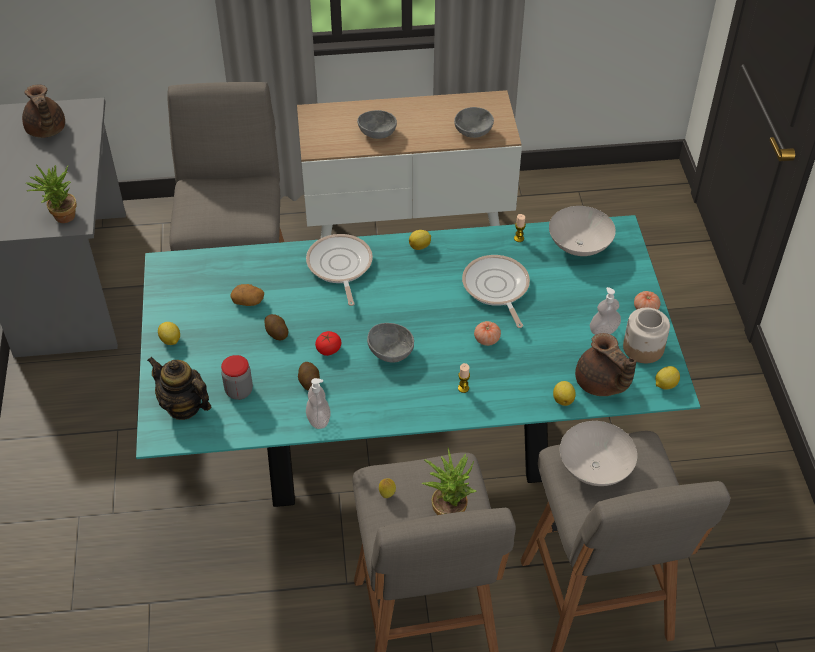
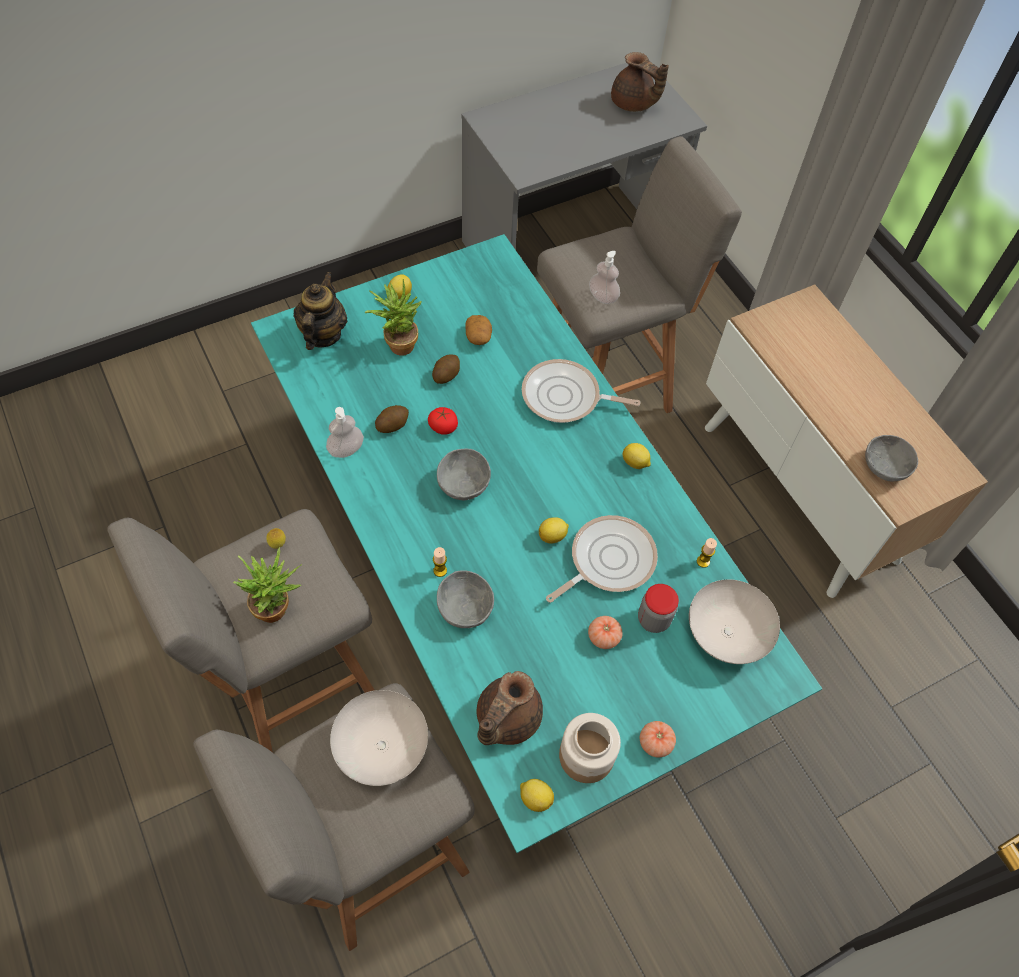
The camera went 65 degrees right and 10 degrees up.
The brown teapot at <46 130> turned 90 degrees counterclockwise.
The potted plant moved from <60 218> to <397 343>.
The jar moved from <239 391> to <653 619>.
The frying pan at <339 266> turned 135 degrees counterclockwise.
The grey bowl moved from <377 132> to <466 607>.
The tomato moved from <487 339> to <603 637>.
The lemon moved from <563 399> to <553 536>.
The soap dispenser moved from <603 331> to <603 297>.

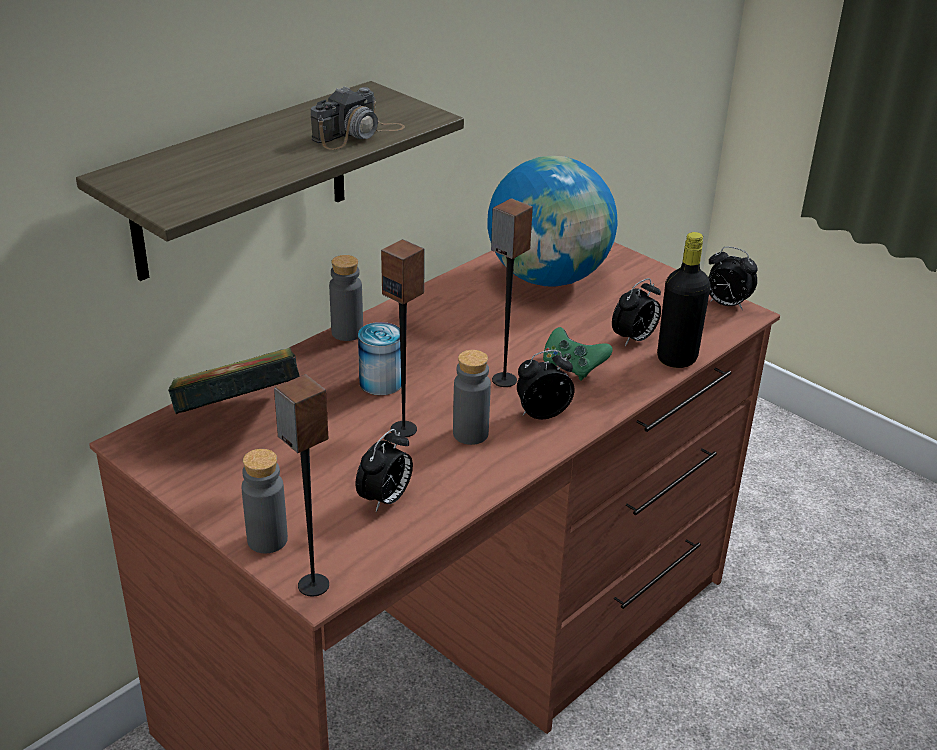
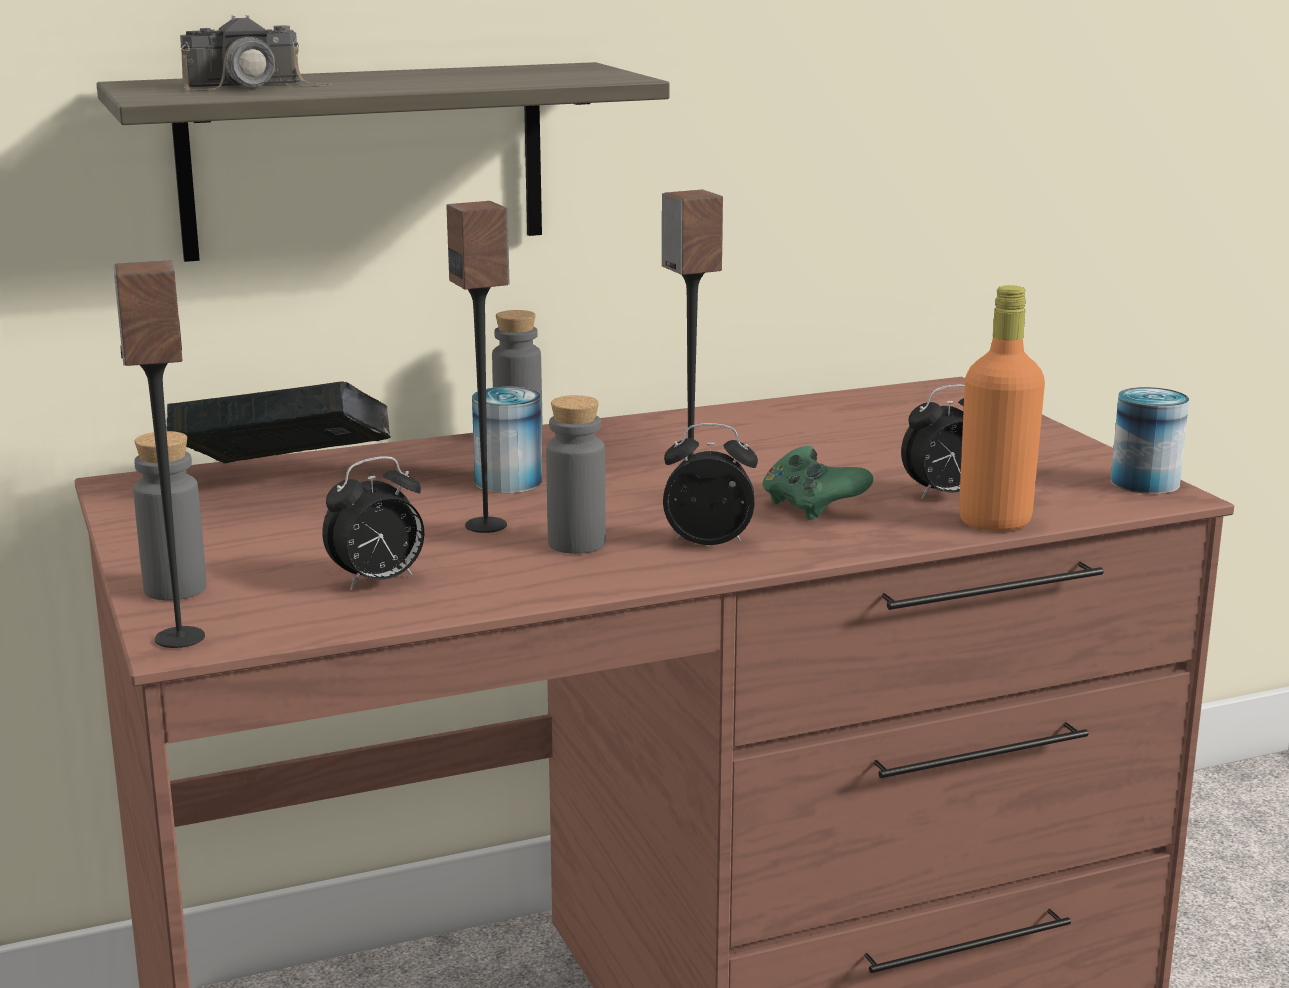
The camera went 25 degrees right and 15 degrees down.
The photo camera moved from <358 133> to <257 86>.
The globe at <548 278> disappeared.
The black bottle at <677 358> became the orange bottle at <994 522>.
The alarm clock at <726 304> was replaced by the can at <1144 482>.

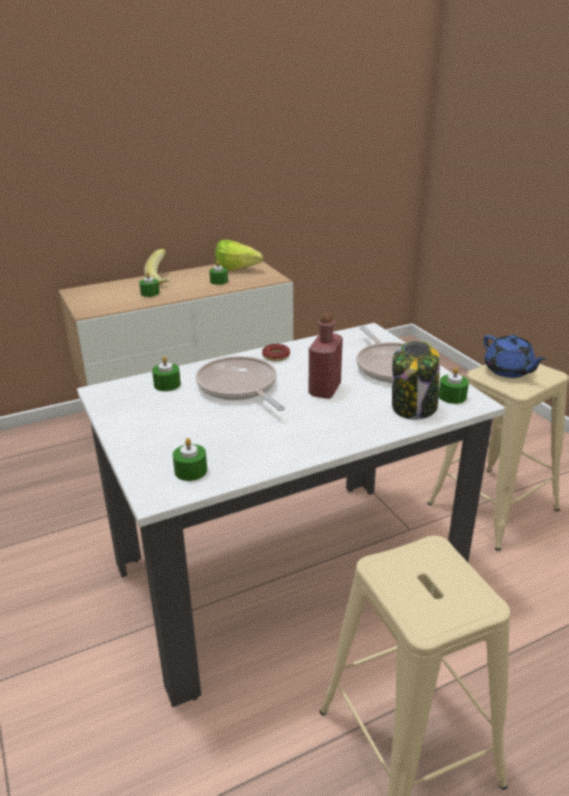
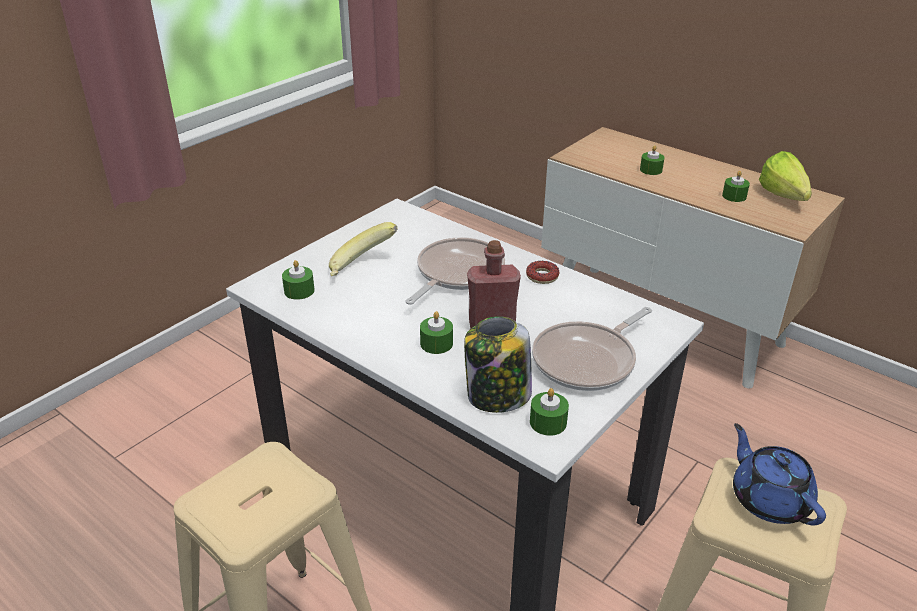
The camera went 65 degrees right and 5 degrees up.
The banana moved from <163 280> to <362 268>.
The green candle moved from <167 384> to <436 343>.
The blue teapot at <508 371> turned 120 degrees clockwise.

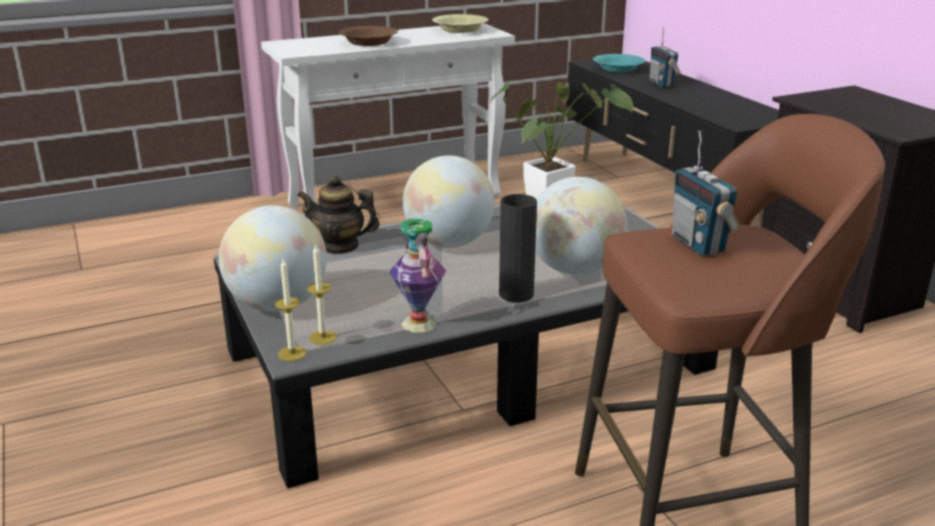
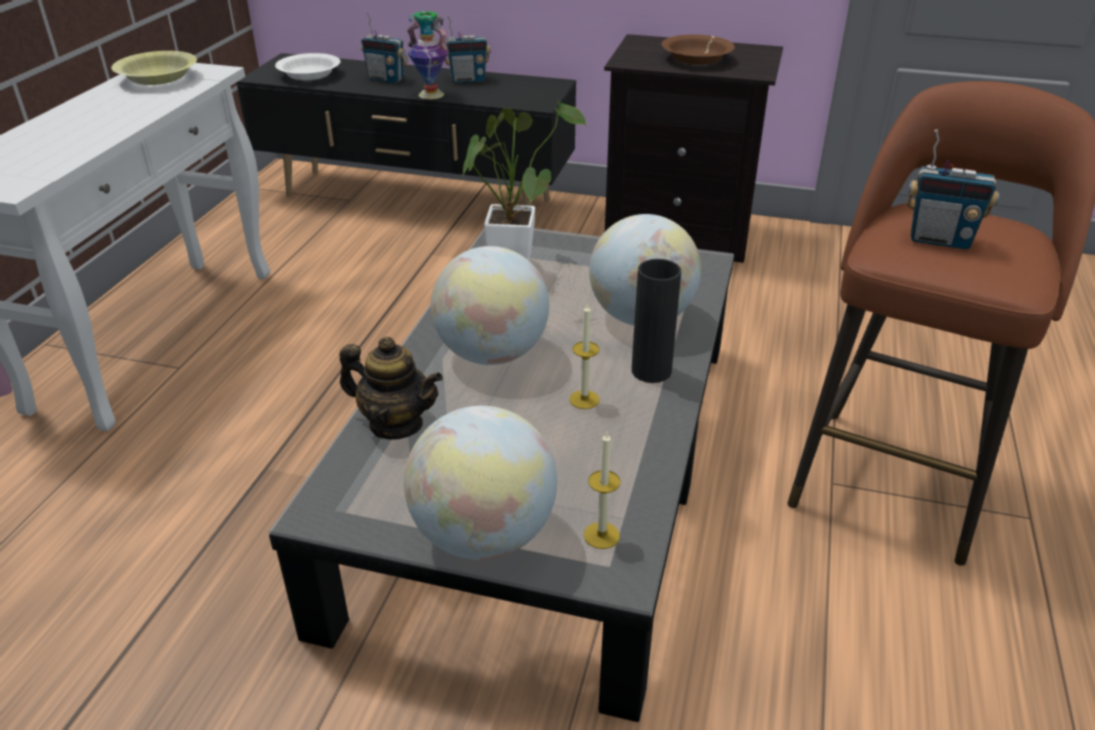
The camera went 50 degrees left and 10 degrees up.
The candle moved from <292 353> to <584 399>.
The teapot at <340 246> turned 120 degrees counterclockwise.
The brown bowl moved from <369 43> to <696 59>.
The vase moved from <418 323> to <430 95>.
The turquoise bowl at <618 69> became the white bowl at <309 75>.
The radio at <468 80> appeared.

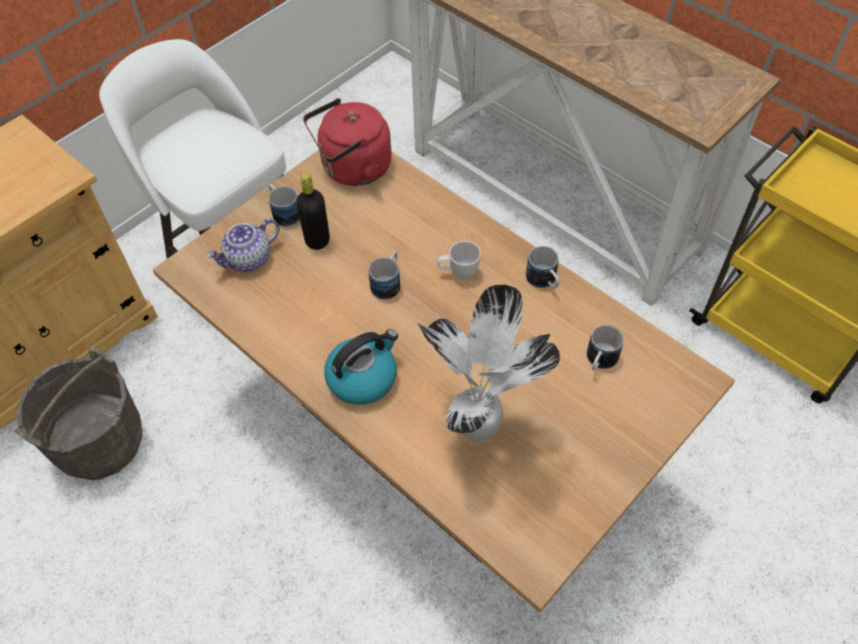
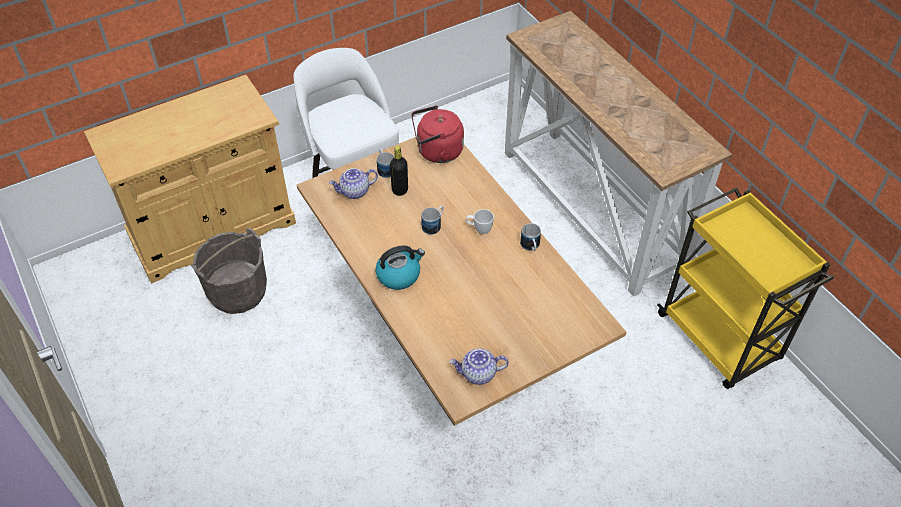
The camera went 15 degrees right and 5 degrees down.
The potted plant at <479 430> disappeared.
The mug at <599 361> disappeared.
The teapot at <478 374> appeared.

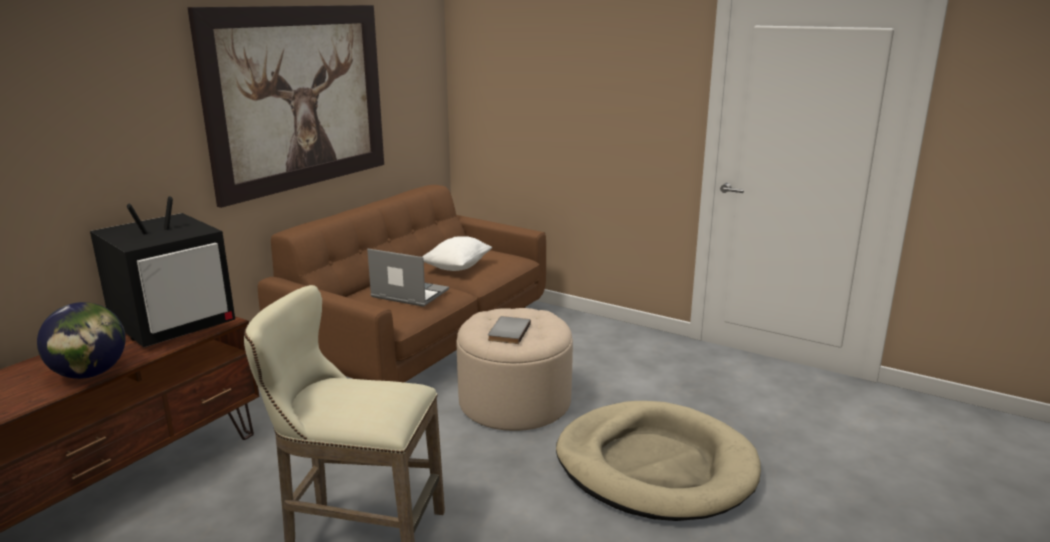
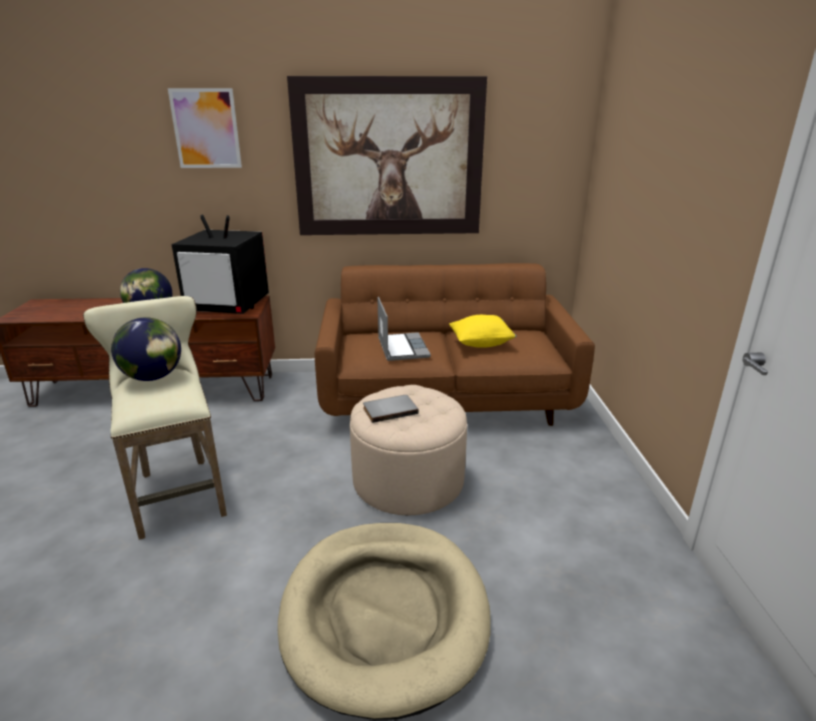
The camera went 55 degrees right and 5 degrees up.
The white pillow at <457 267> became the yellow pillow at <481 344>.
The globe at <153 377> appeared.
The picture at <206 129> appeared.

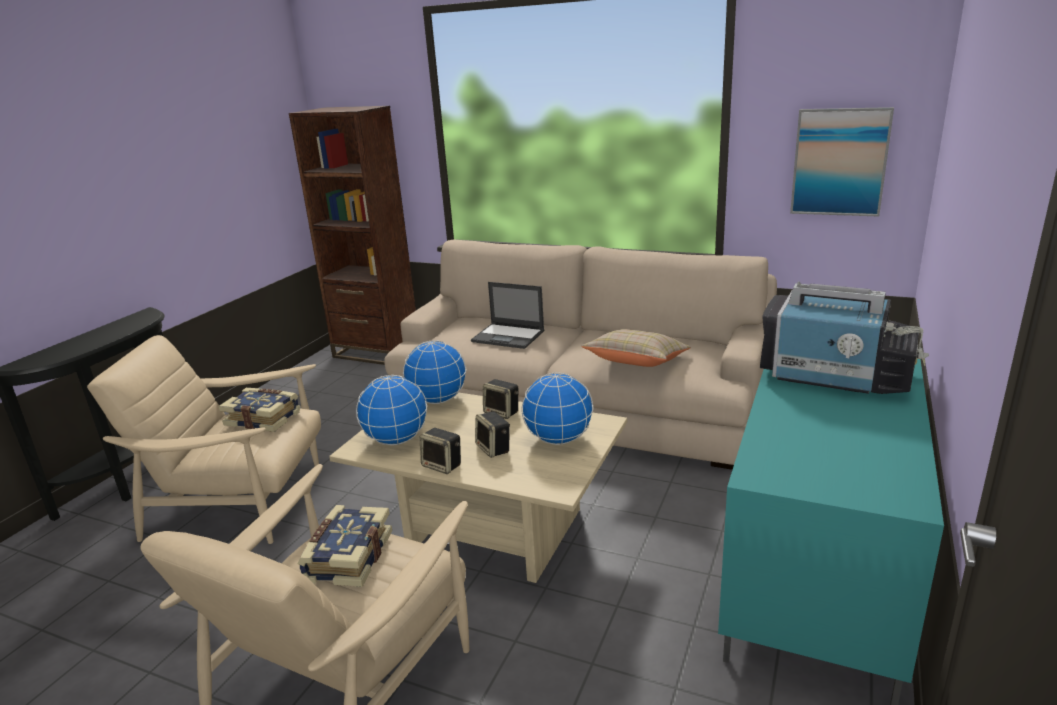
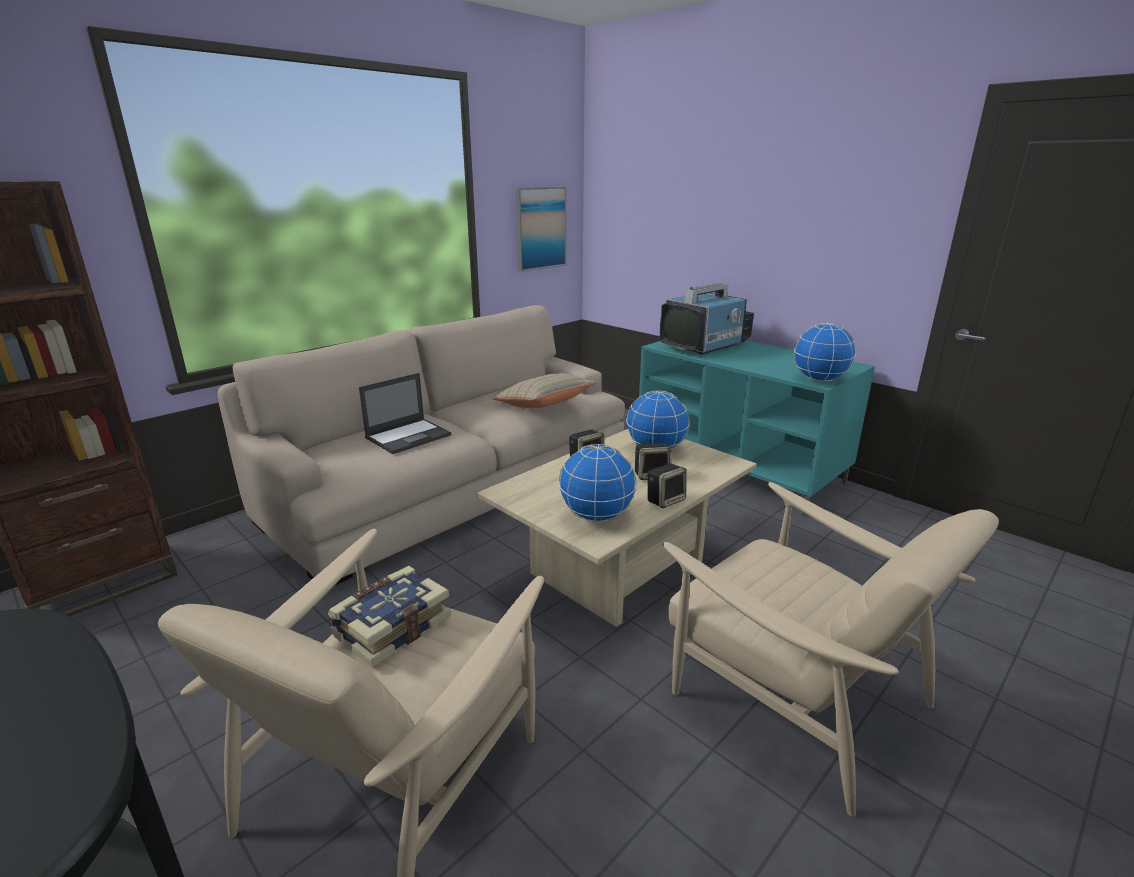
The camera went 70 degrees left and 0 degrees up.
The book at <347 557> disappeared.
The globe moved from <438 400> to <820 380>.

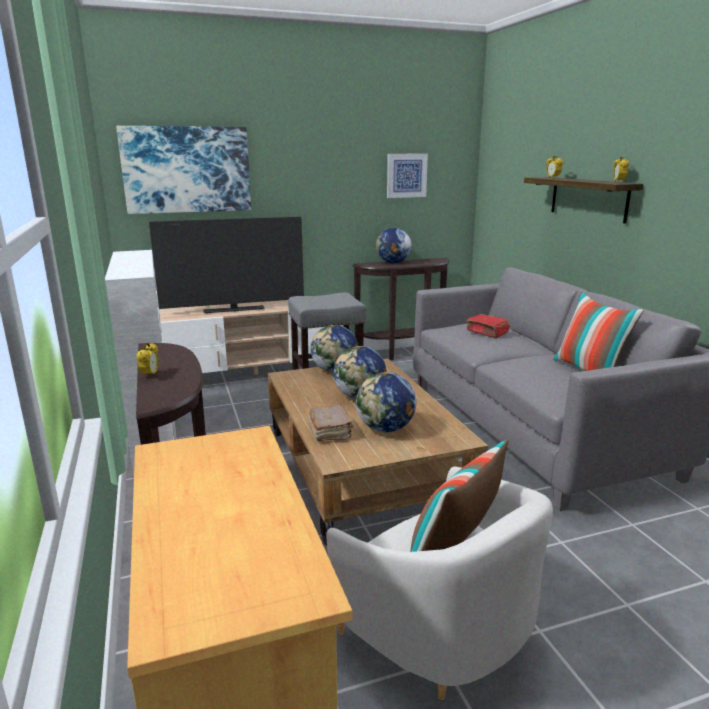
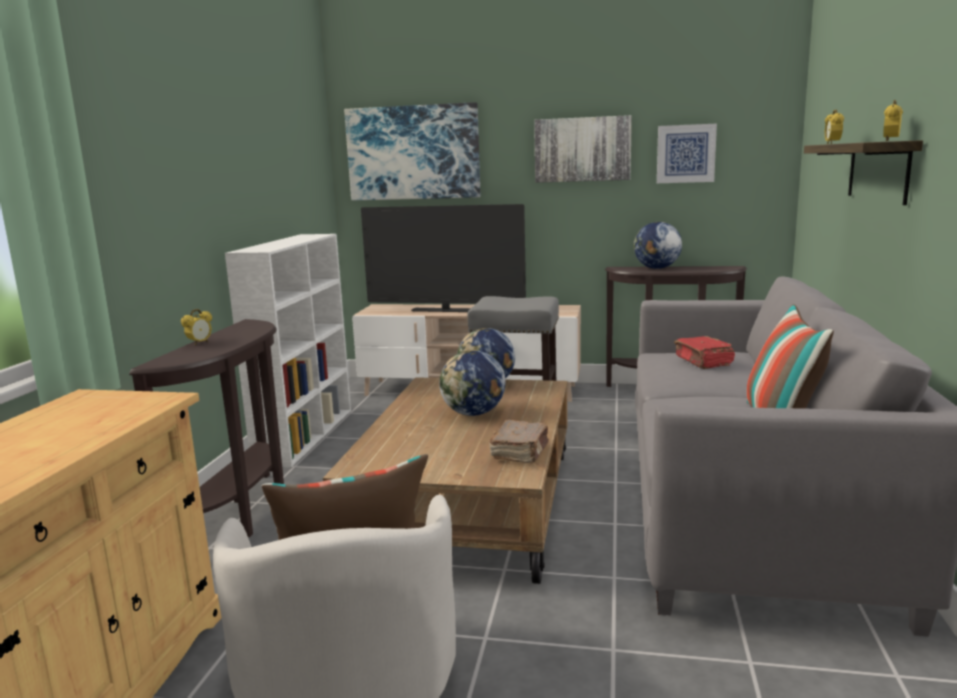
The camera went 30 degrees right and 5 degrees down.
The brown book moved from <330 431> to <520 452>.
The globe at <385 429> disappeared.
The picture at <582 149> appeared.

